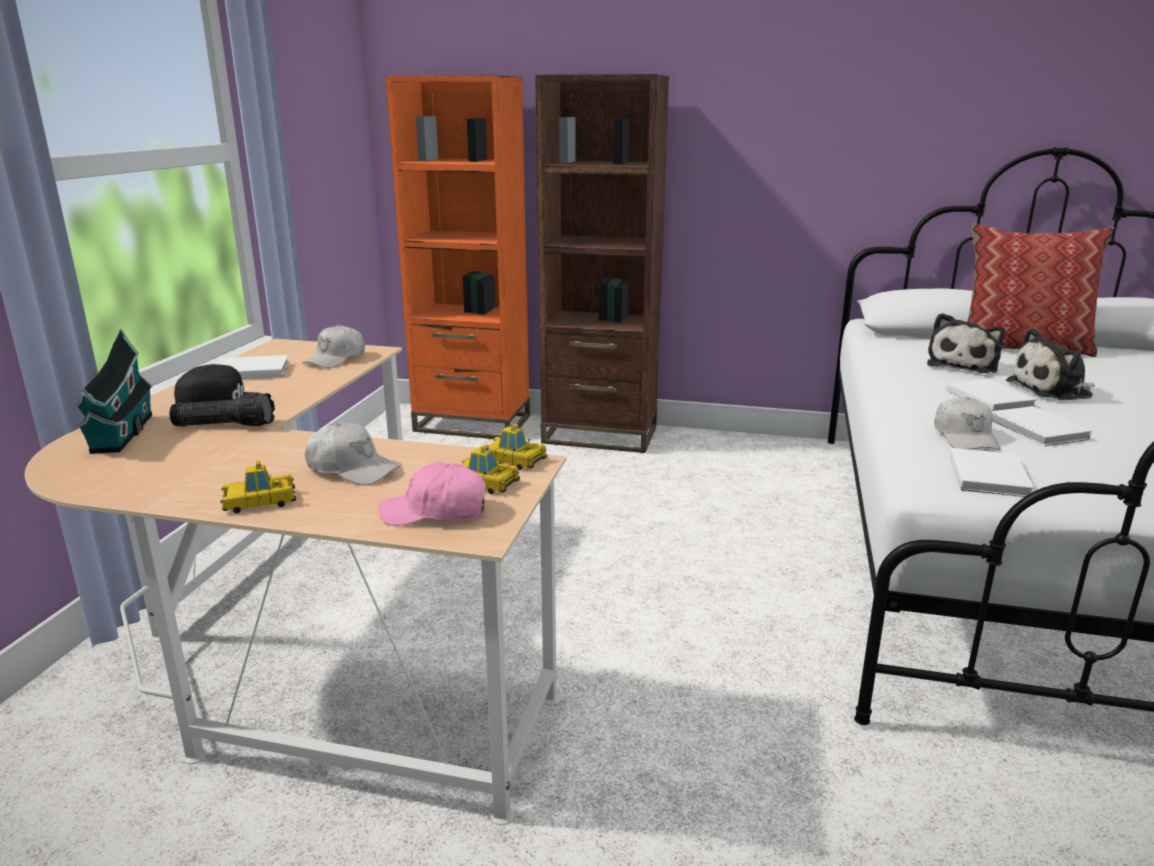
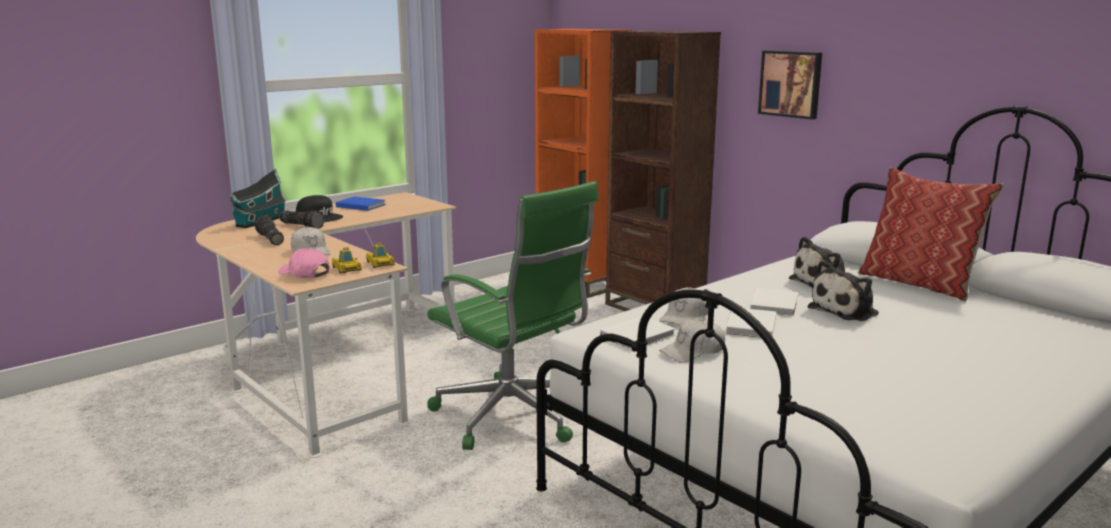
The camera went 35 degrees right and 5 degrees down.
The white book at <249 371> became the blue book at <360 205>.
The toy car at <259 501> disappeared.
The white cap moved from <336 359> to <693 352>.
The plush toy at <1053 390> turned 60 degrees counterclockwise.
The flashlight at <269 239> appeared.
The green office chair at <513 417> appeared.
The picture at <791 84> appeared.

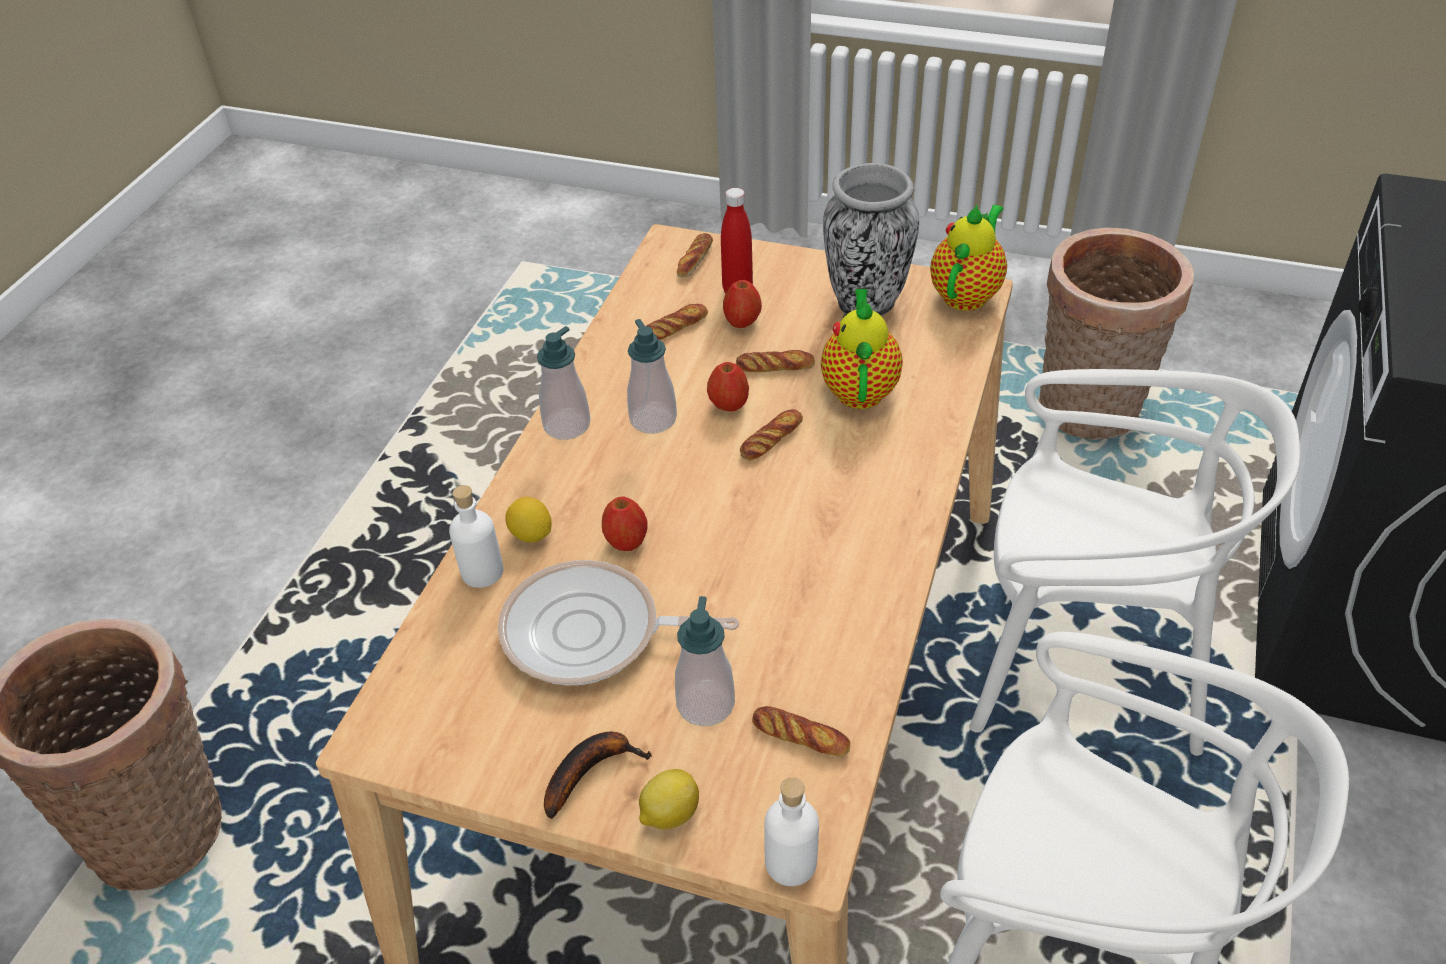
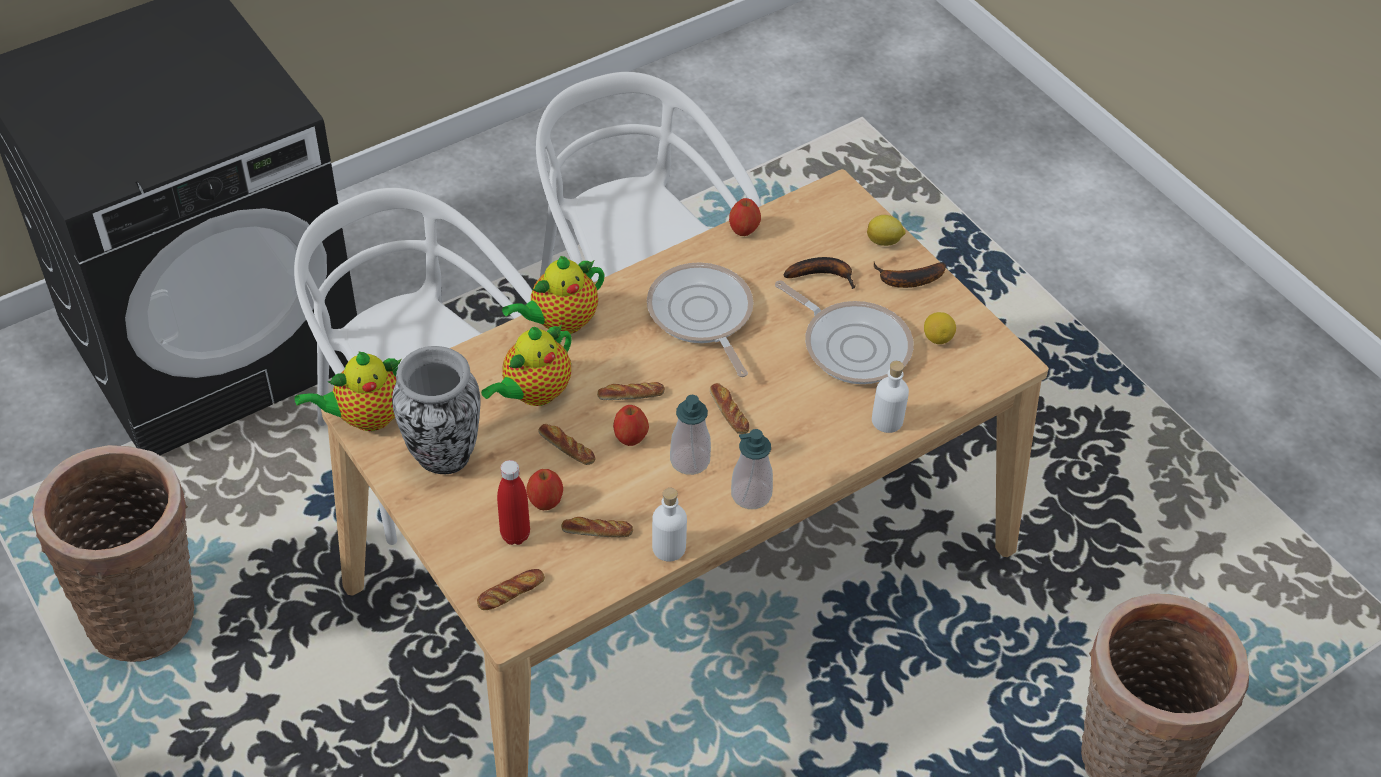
The camera went 145 degrees left and 5 degrees up.
The lemon moved from <531 535> to <937 338>.
The apple moved from <626 542> to <744 230>.
The soap dispenser at <705 704> was replaced by the banana at <823 274>.
The bread moved from <800 736> to <729 412>.
The white bottle moved from <791 863> to <669 548>.
The teapot at <560 322> appeared.
The frying pan at <701 316> appeared.

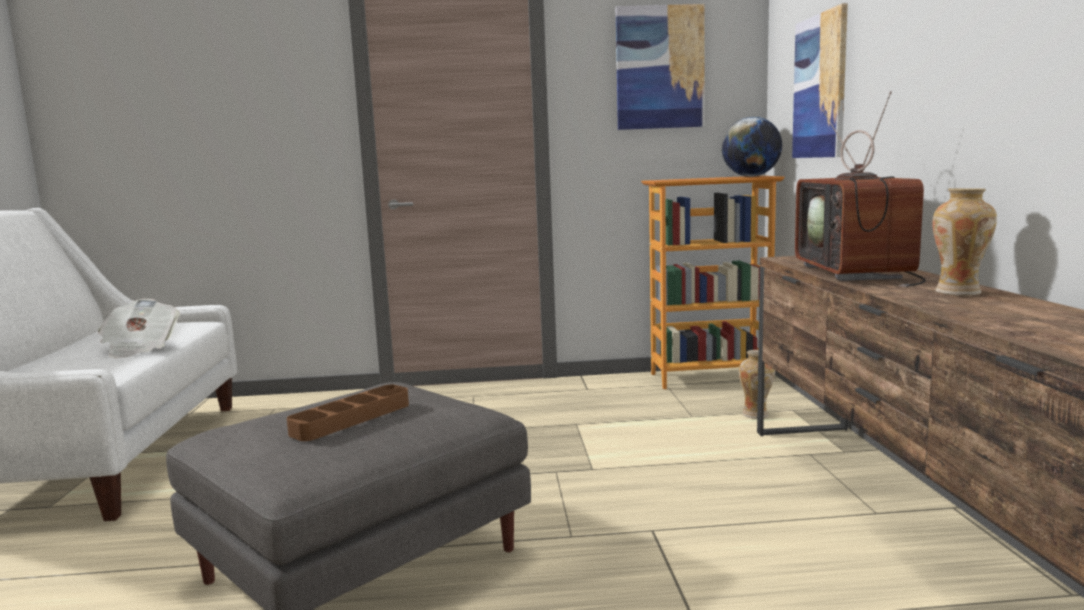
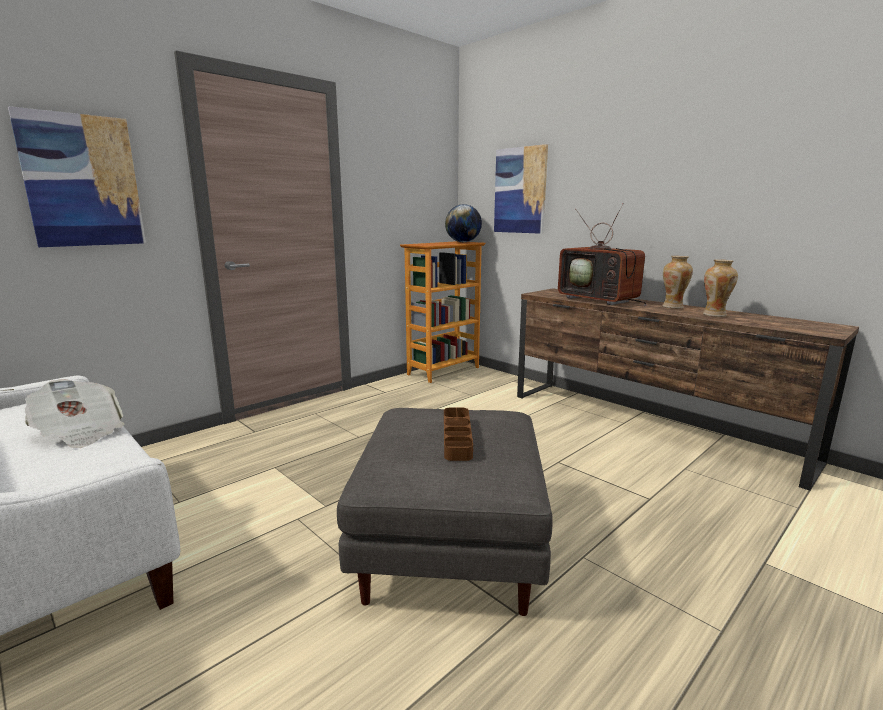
The camera went 40 degrees left and 5 degrees up.
The picture moved from <660 68> to <82 181>.
The vase moved from <756 415> to <715 315>.

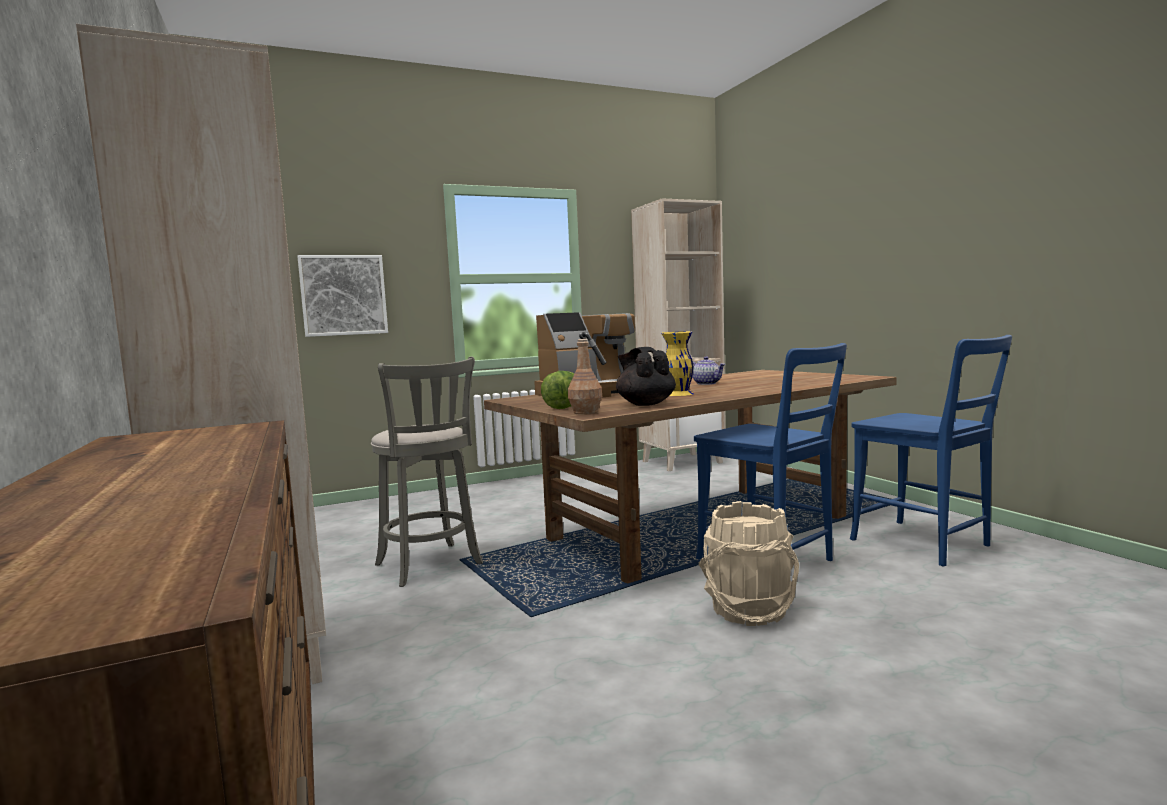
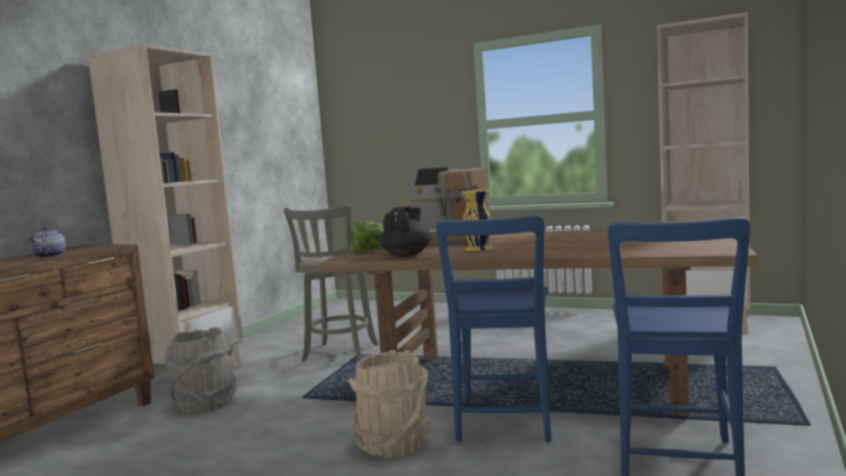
The camera went 50 degrees right and 0 degrees up.
The picture at <343 295> disappeared.
The brown bottle at <586 412> disappeared.
The teapot moved from <707 383> to <50 256>.
The grey bucket at <204 404> appeared.

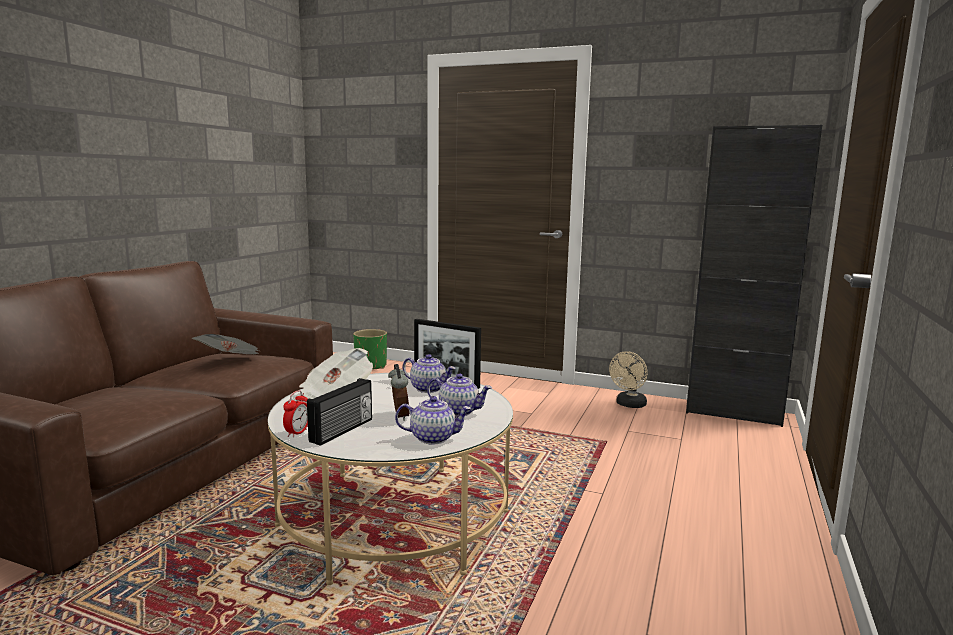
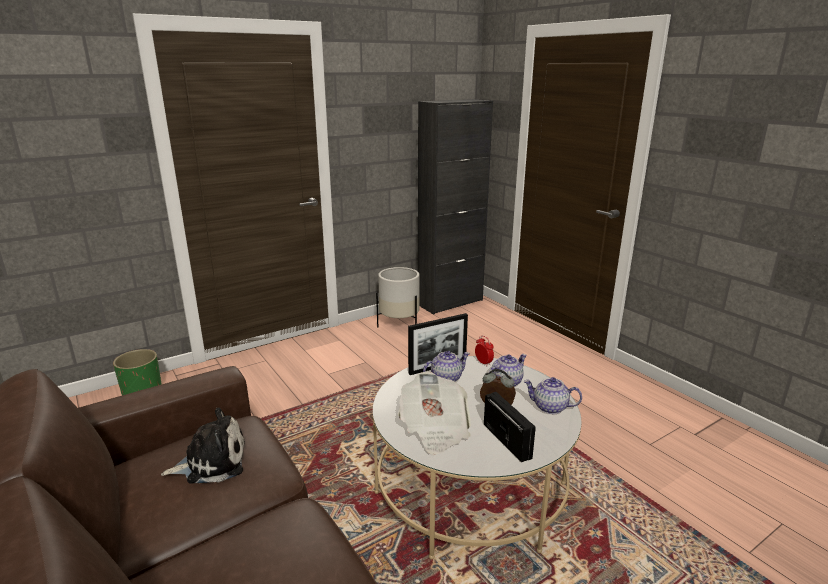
The camera went 55 degrees left and 10 degrees up.
The newspaper at <231 362> was replaced by the plush toy at <212 462>.
The alarm clock moved from <297 433> to <483 362>.
The teapot at <433 438> turned 105 degrees counterclockwise.
The beige fan at <629 405> was replaced by the white planter at <399 324>.

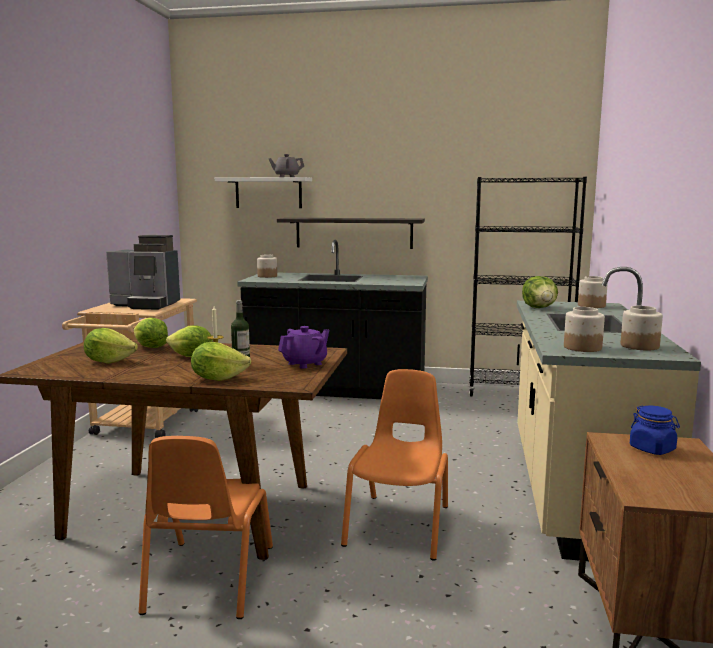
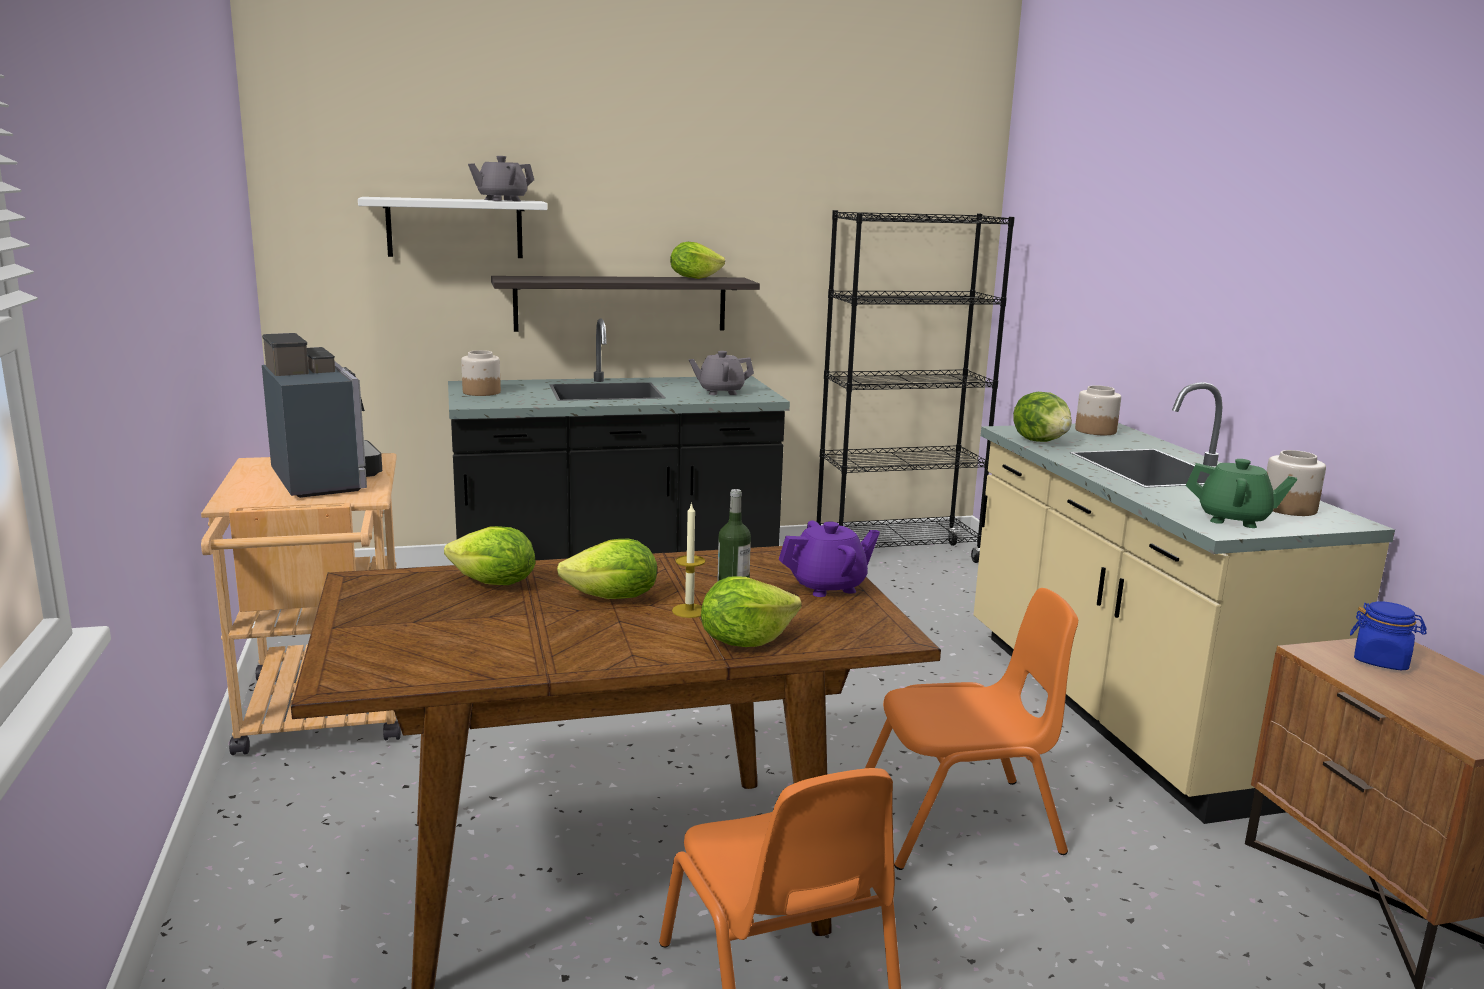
The camera went 25 degrees left and 5 degrees up.
The lettuce moved from <109 361> to <694 278>.
The coffee machine at <147 305> turned 105 degrees counterclockwise.
The purple teapot at <305 363> turned 45 degrees clockwise.
The orange chair at <400 525> turned 90 degrees clockwise.
The jar at <582 347> was replaced by the green teapot at <1234 519>.
The grey teapot at <720 392> appeared.

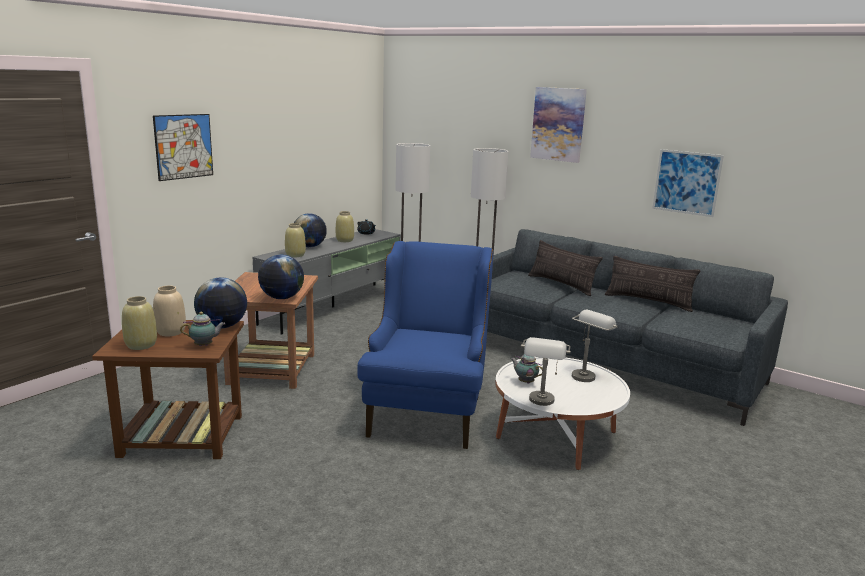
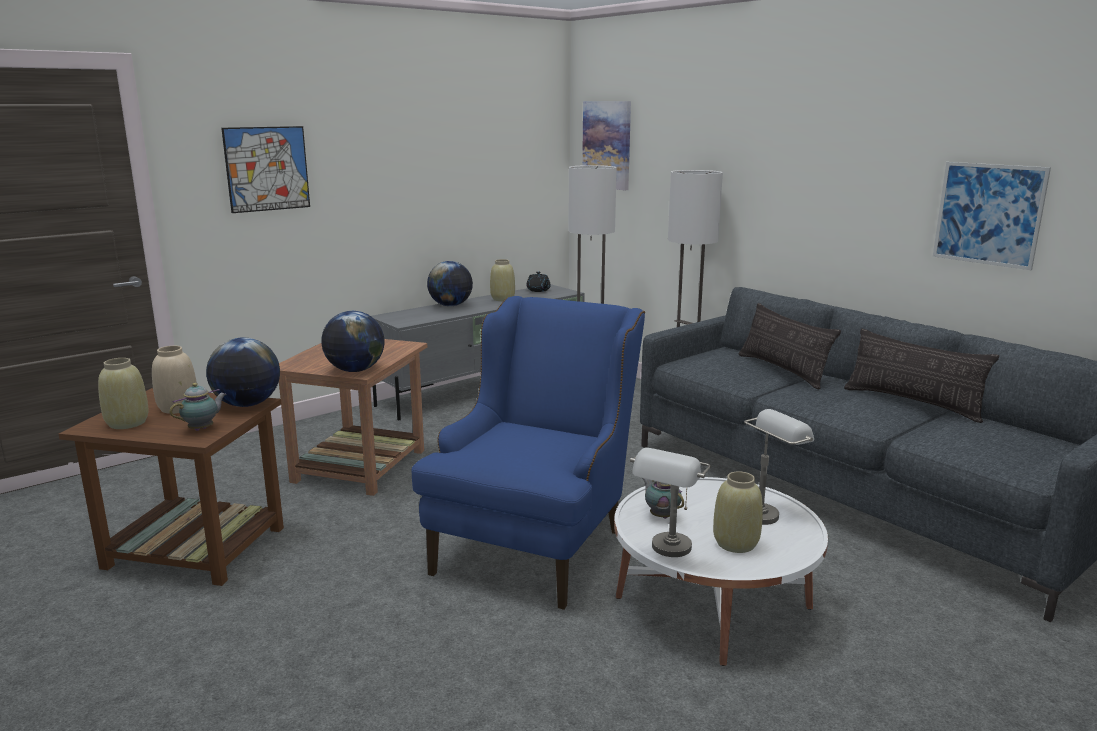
The camera went 15 degrees right and 0 degrees up.
The teapot at <205 345> turned 45 degrees counterclockwise.
The beige vase moved from <295 255> to <735 543>.
The picture moved from <558 124> to <607 145>.

